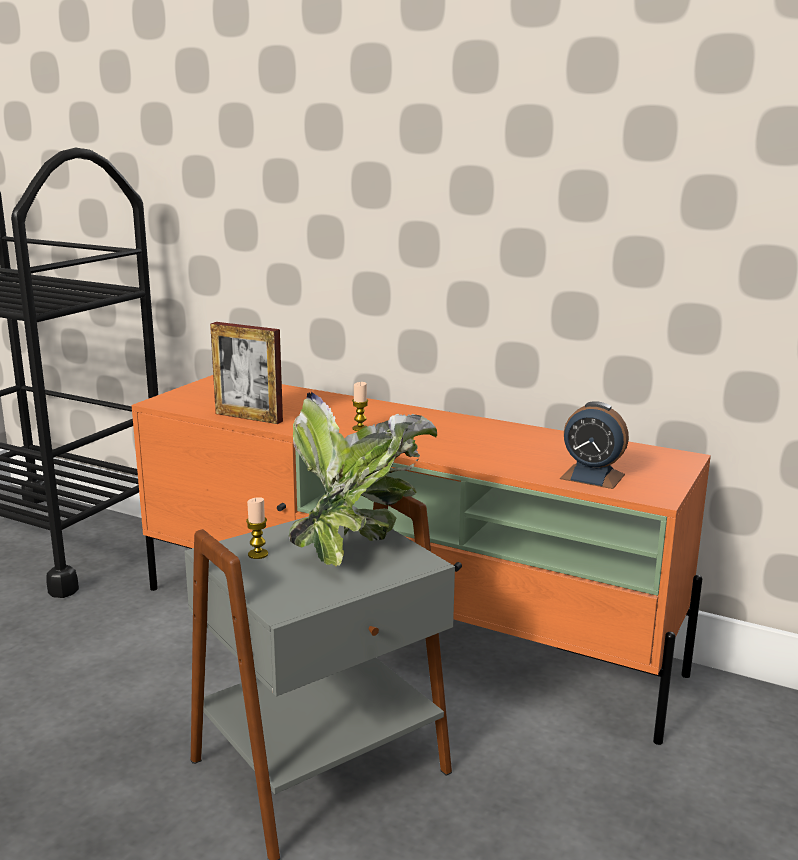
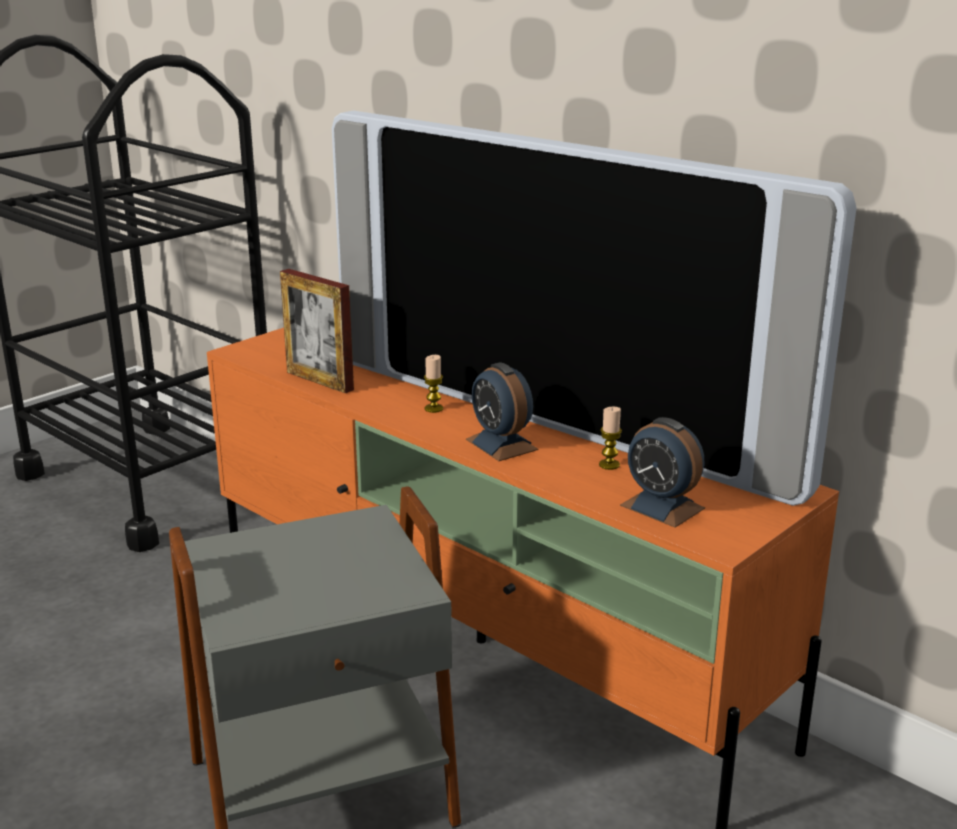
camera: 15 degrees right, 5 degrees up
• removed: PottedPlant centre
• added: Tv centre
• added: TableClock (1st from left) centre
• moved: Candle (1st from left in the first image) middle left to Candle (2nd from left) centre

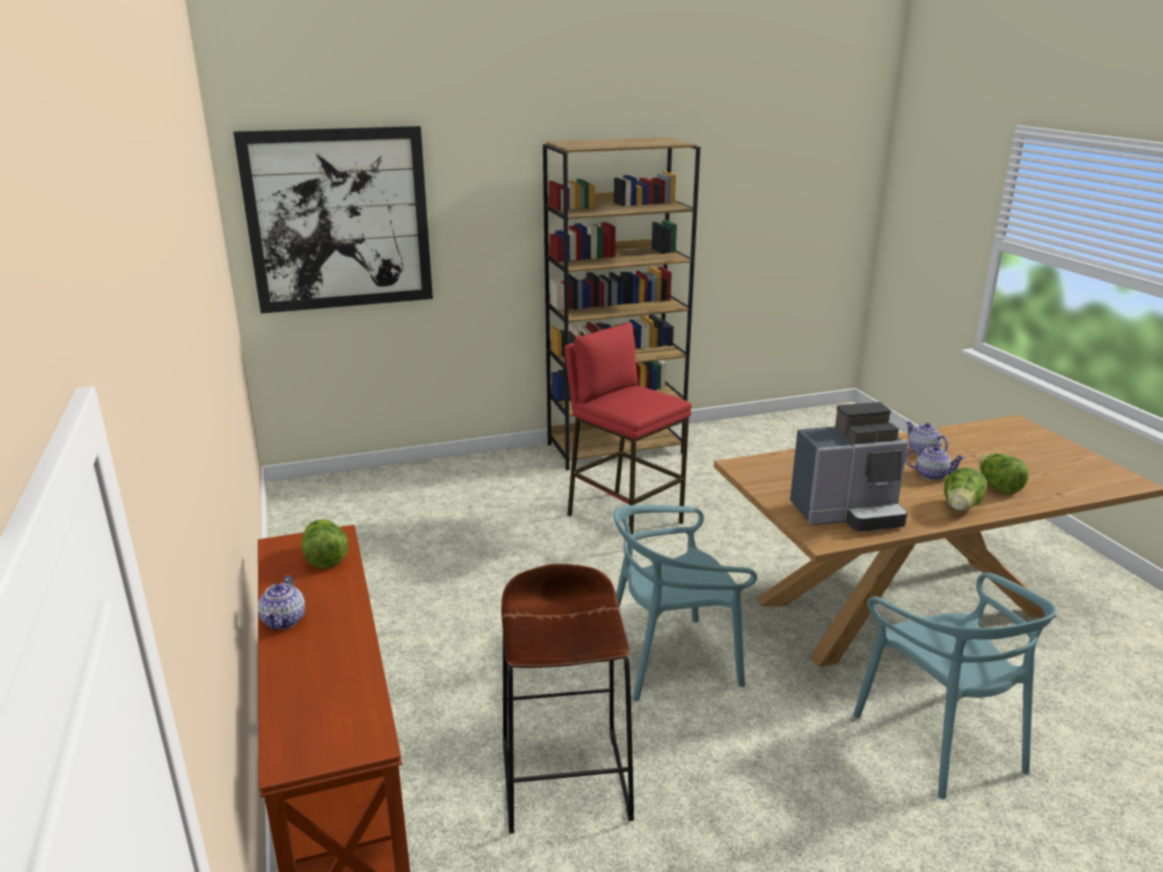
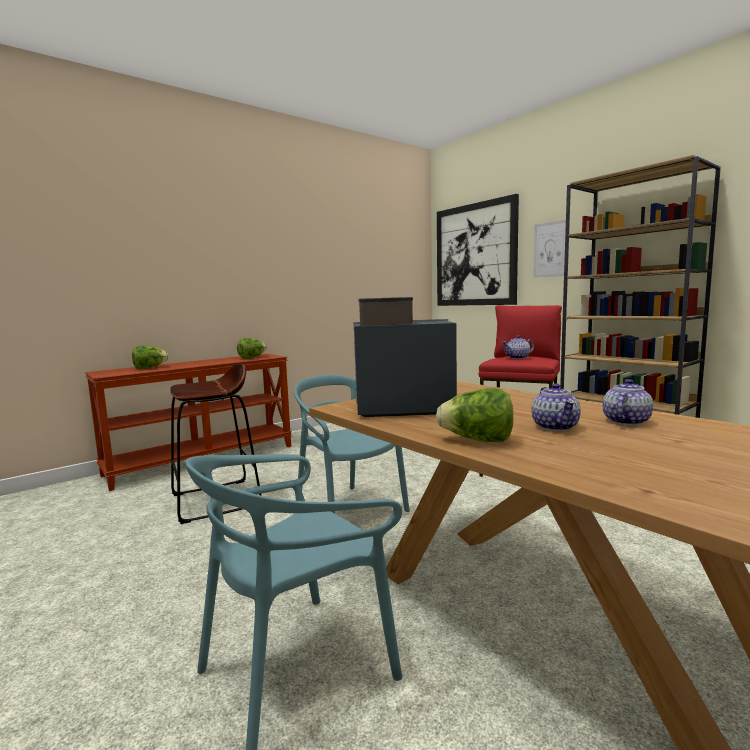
camera: 70 degrees right, 15 degrees down
• added: WallPicture (2nd from left) top right
• moved: TeaPot (1st from left) bottom left to middle right
• moved: Lettuce (3rd from left in the first image) middle right to Lettuce (1st from left) middle left
• turned: CoffeeMachine middle right = centre 120 degrees clockwise

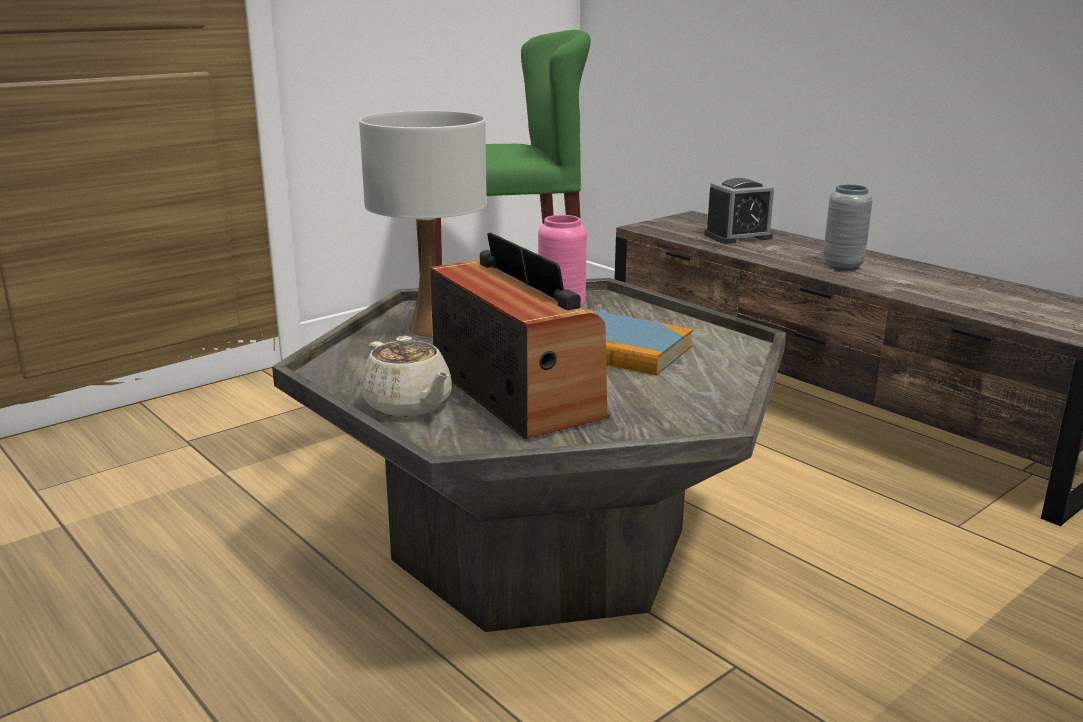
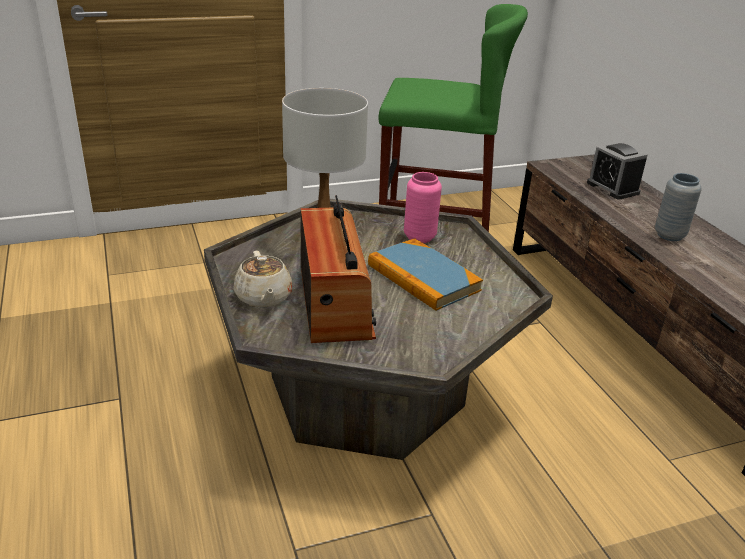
camera: 20 degrees right, 10 degrees up
• turned: TableClock top right = top right 60 degrees clockwise

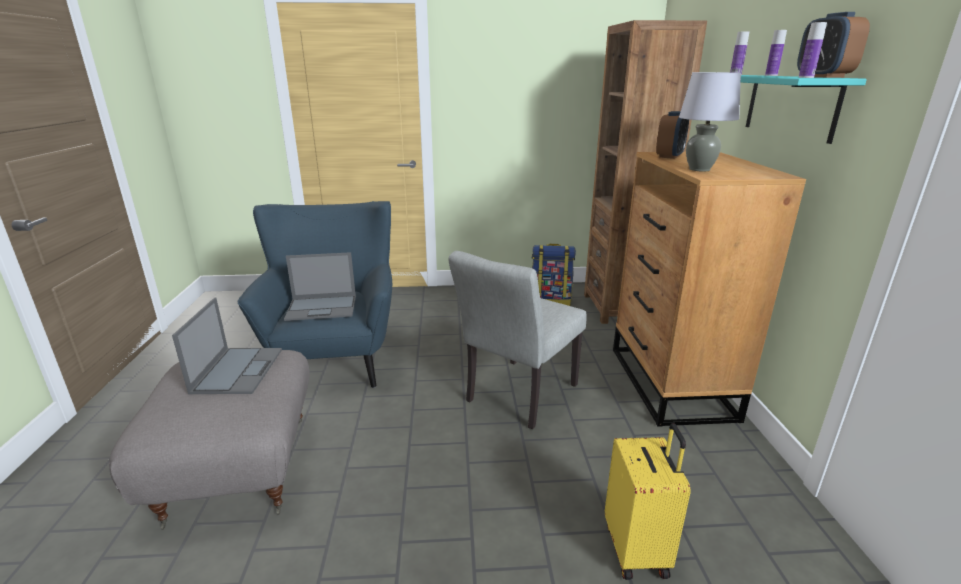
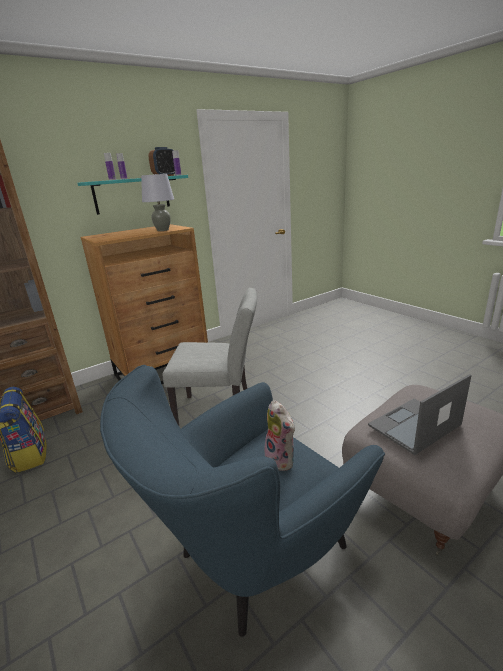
camera: 120 degrees left, 0 degrees up
• removed: YellowColouredTravelCase bottom right
• removed: TableClock (1st from left) top right
• replaced: Laptop (2nd from left) middle left to PlushToy centre

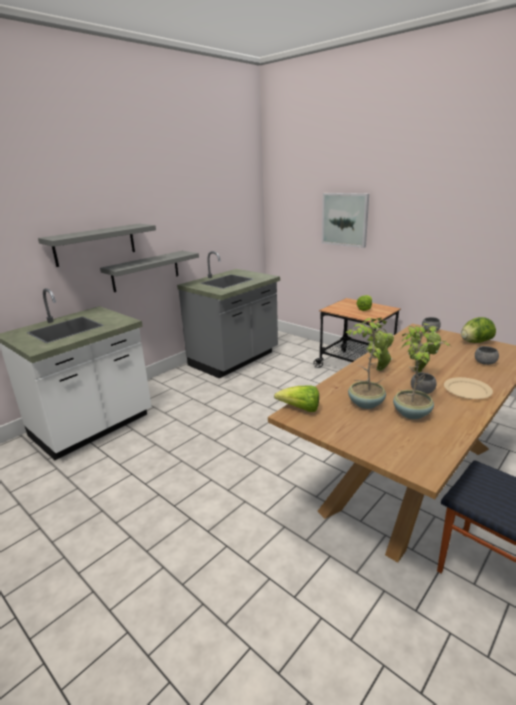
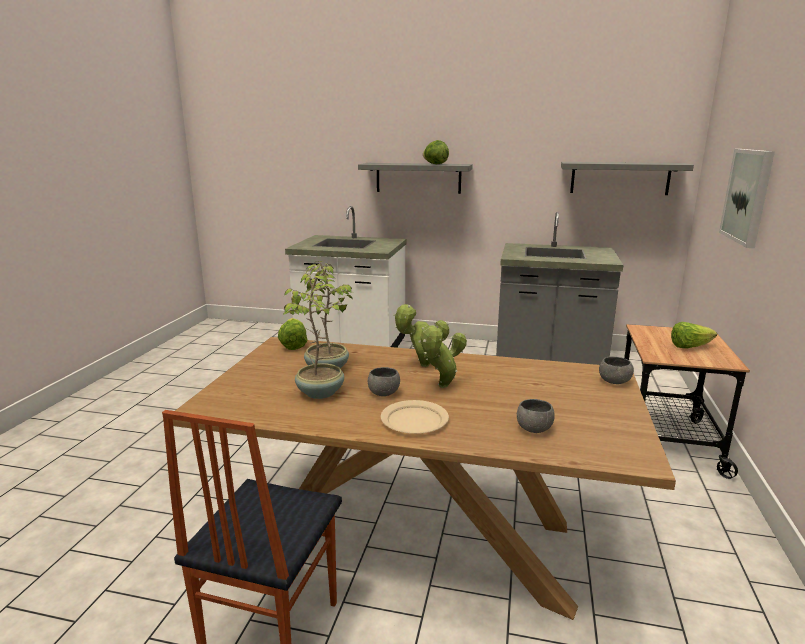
camera: 60 degrees right, 5 degrees down
• moved: GrayShelf (2nd from left) middle left to top right
• moved: Lettuce (3rd from left in the first image) middle right to Lettuce (2nd from left) top centre

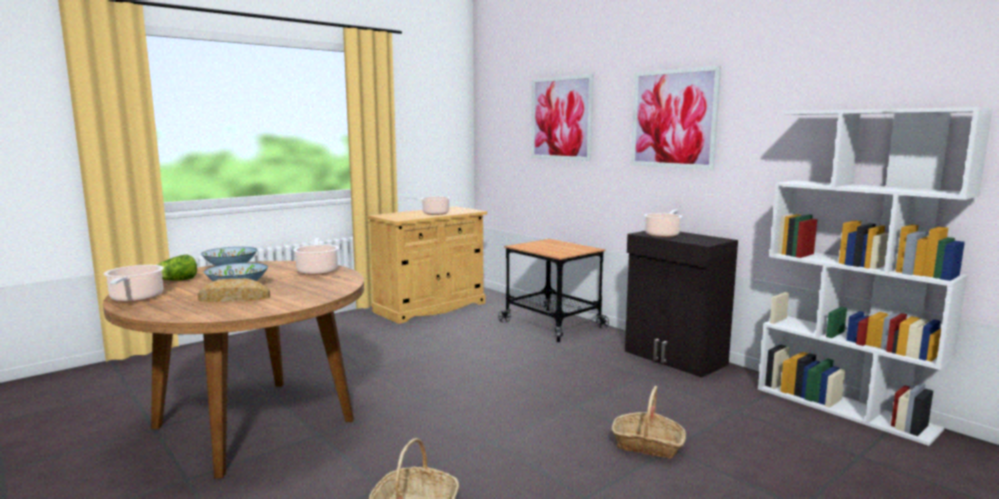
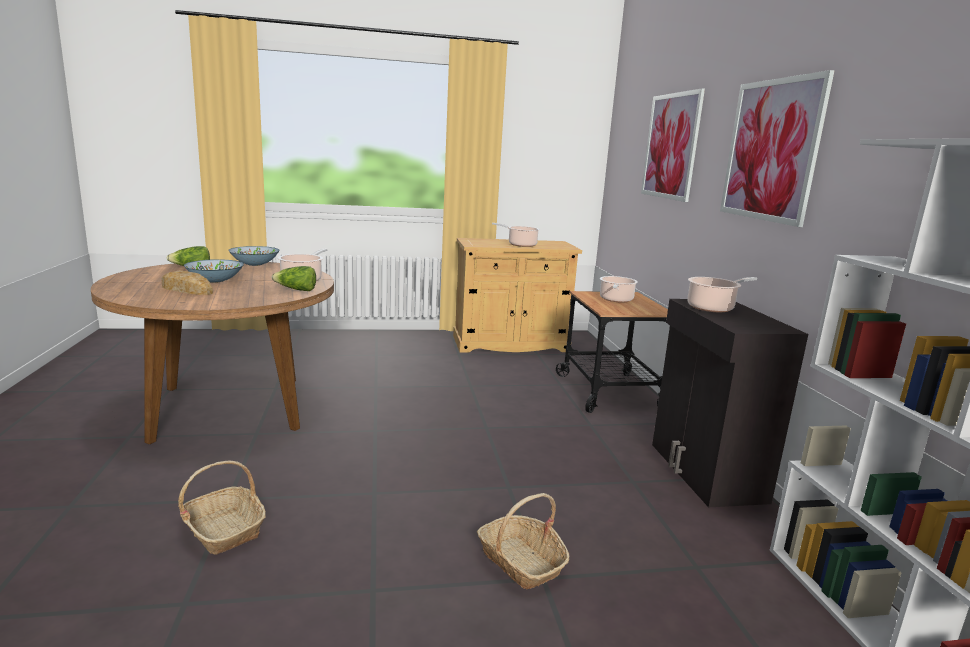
camera: 30 degrees right, 5 degrees up
• added: Lettuce (2nd from left) middle left
• moved: Stockpot (1st from left in the first image) middle left to Stockpot (3rd from left) centre

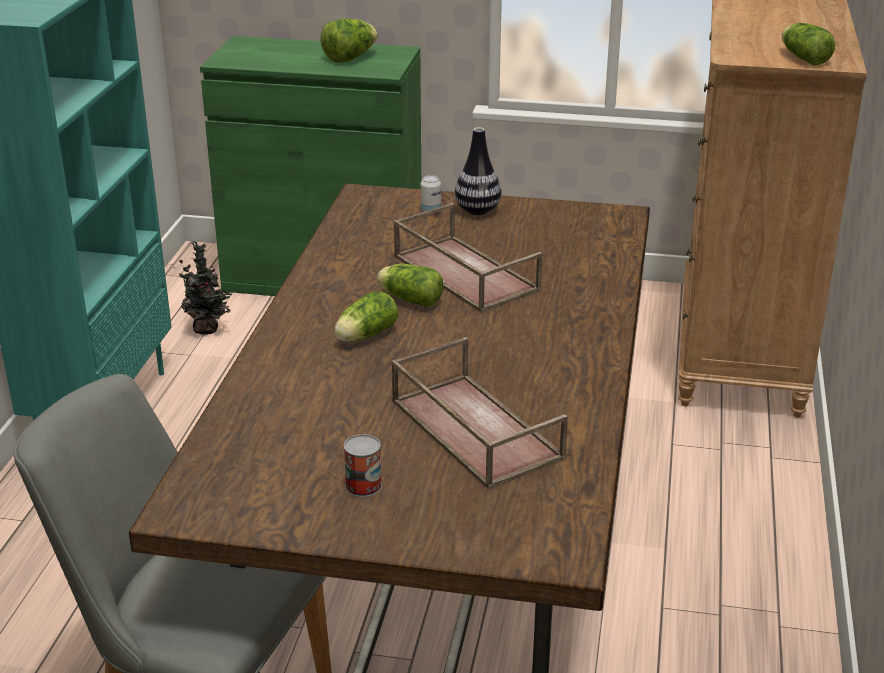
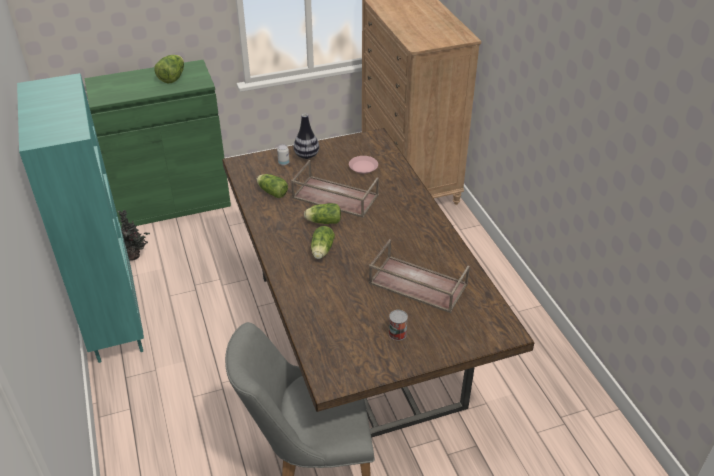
camera: 30 degrees left, 10 degrees up
• added: PinkPlate centre
• moved: Lettuce (4th from left in the first image) top right to Lettuce (2nd from left) centre

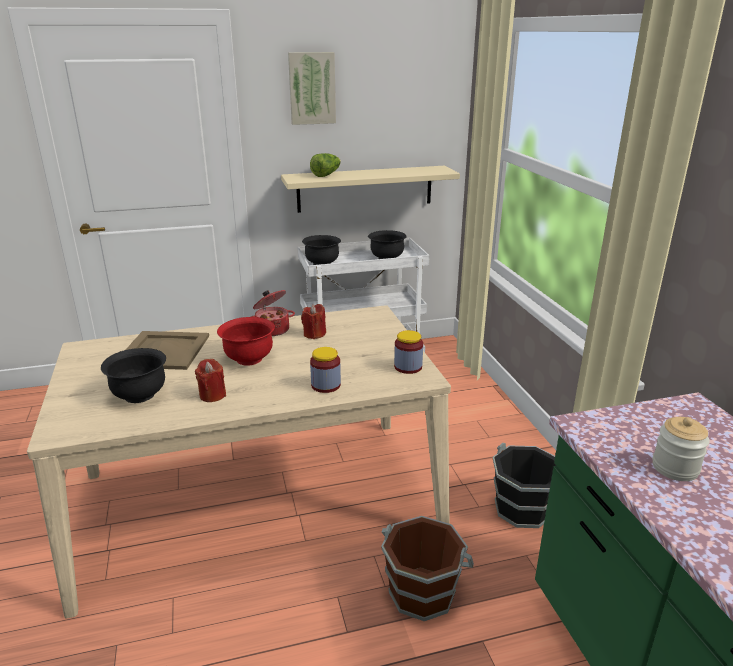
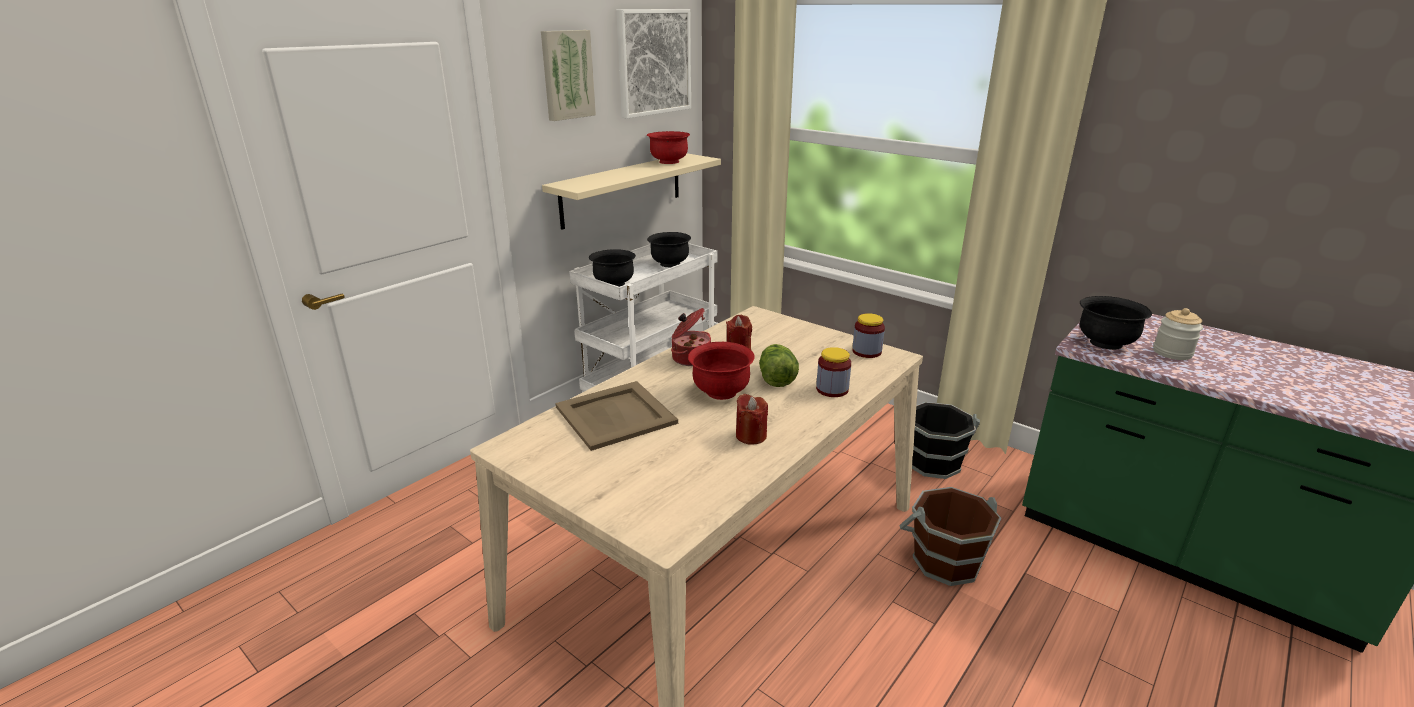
camera: 35 degrees left, 0 degrees up
• added: WallPicture (2nd from left) top centre
• added: ReddishBowl (1st from left) top centre
• moved: BlackishBowl (1st from left in the first image) middle left to BlackishBowl (3rd from left) middle right
• moved: Lettuce top centre to centre

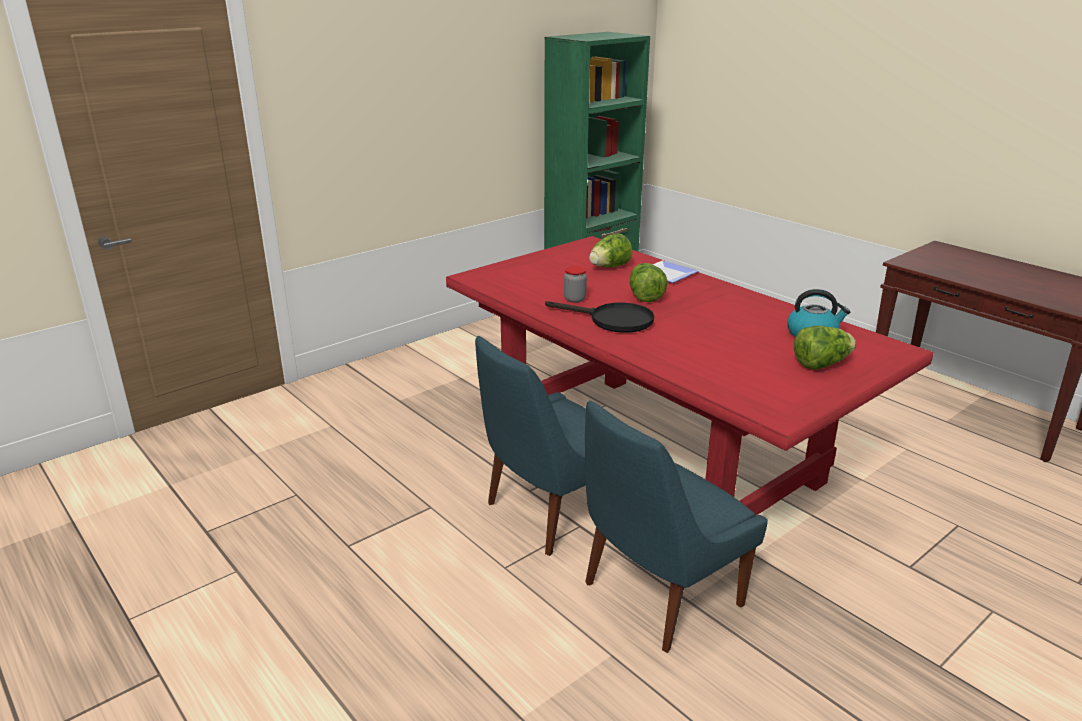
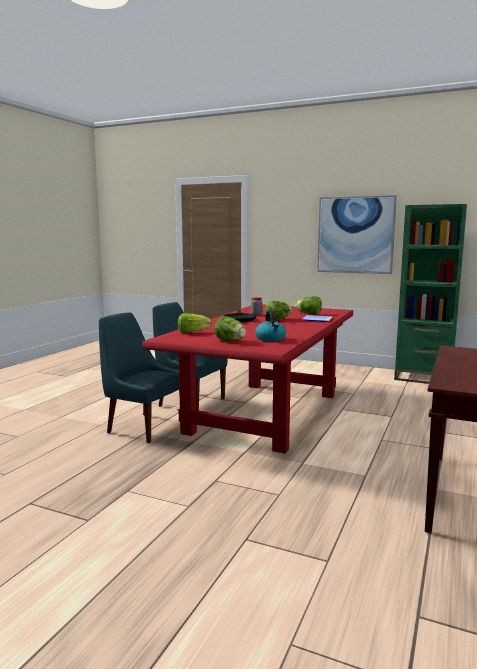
camera: 65 degrees right, 15 degrees down
• added: Lettuce (1st from left) centre
• added: WallPicture middle right

